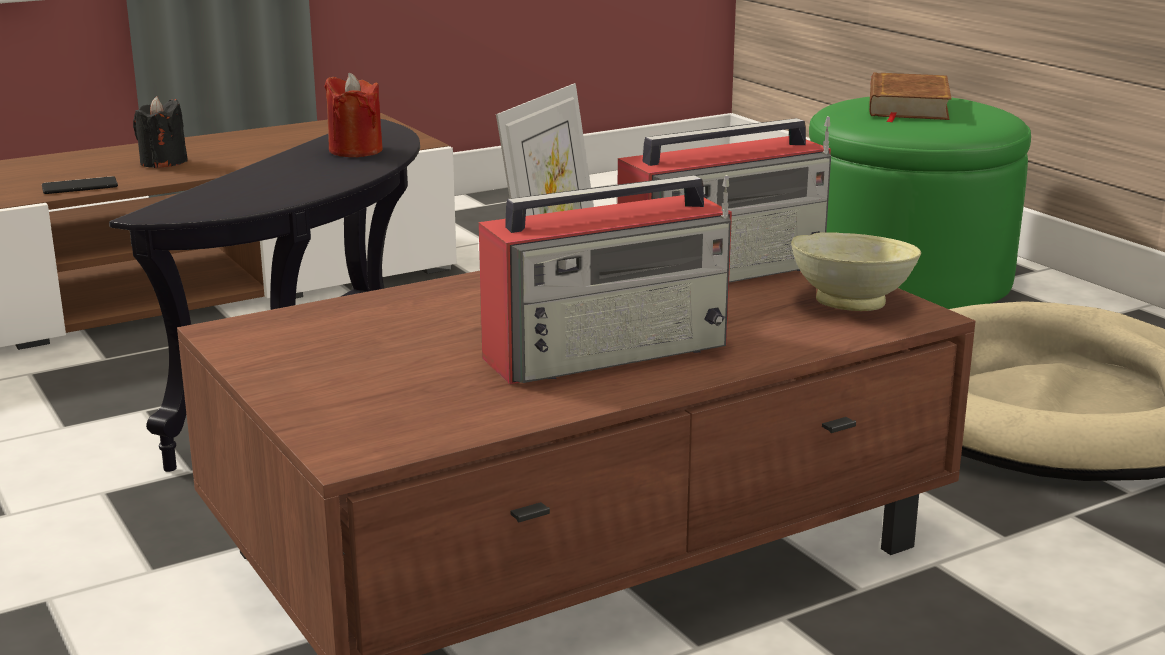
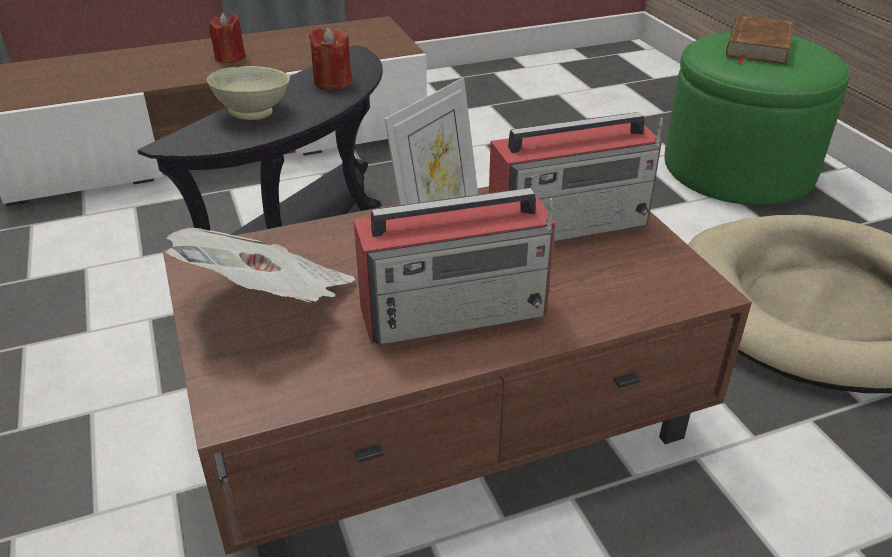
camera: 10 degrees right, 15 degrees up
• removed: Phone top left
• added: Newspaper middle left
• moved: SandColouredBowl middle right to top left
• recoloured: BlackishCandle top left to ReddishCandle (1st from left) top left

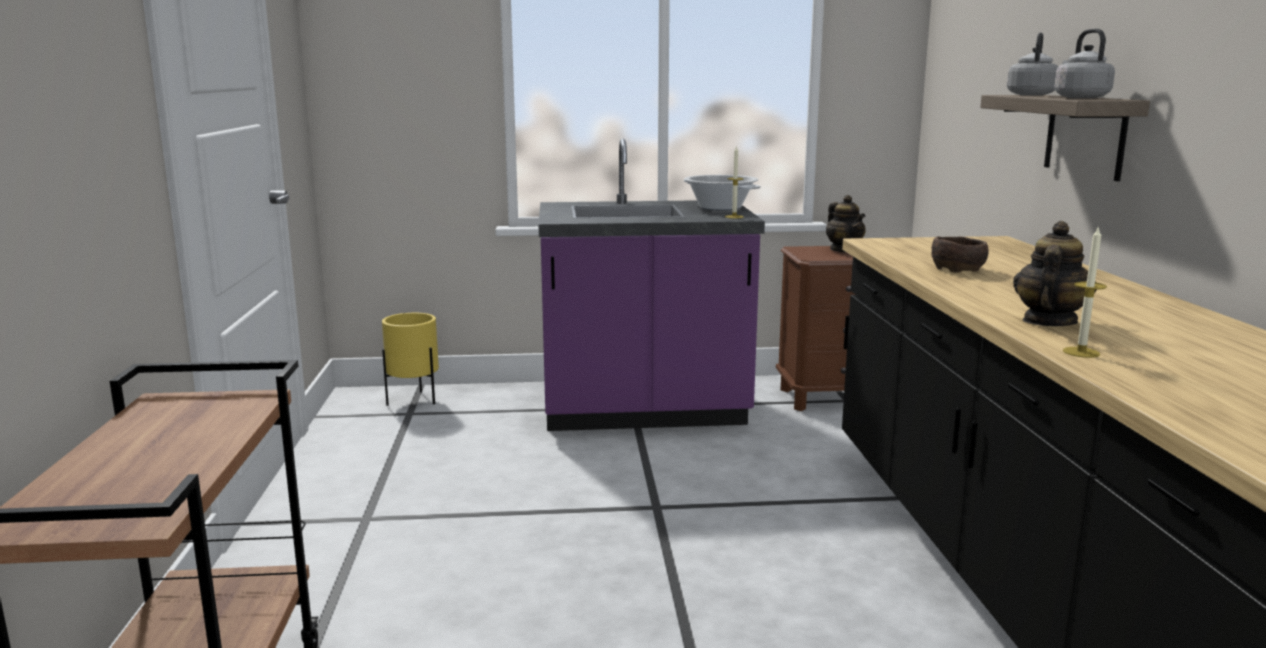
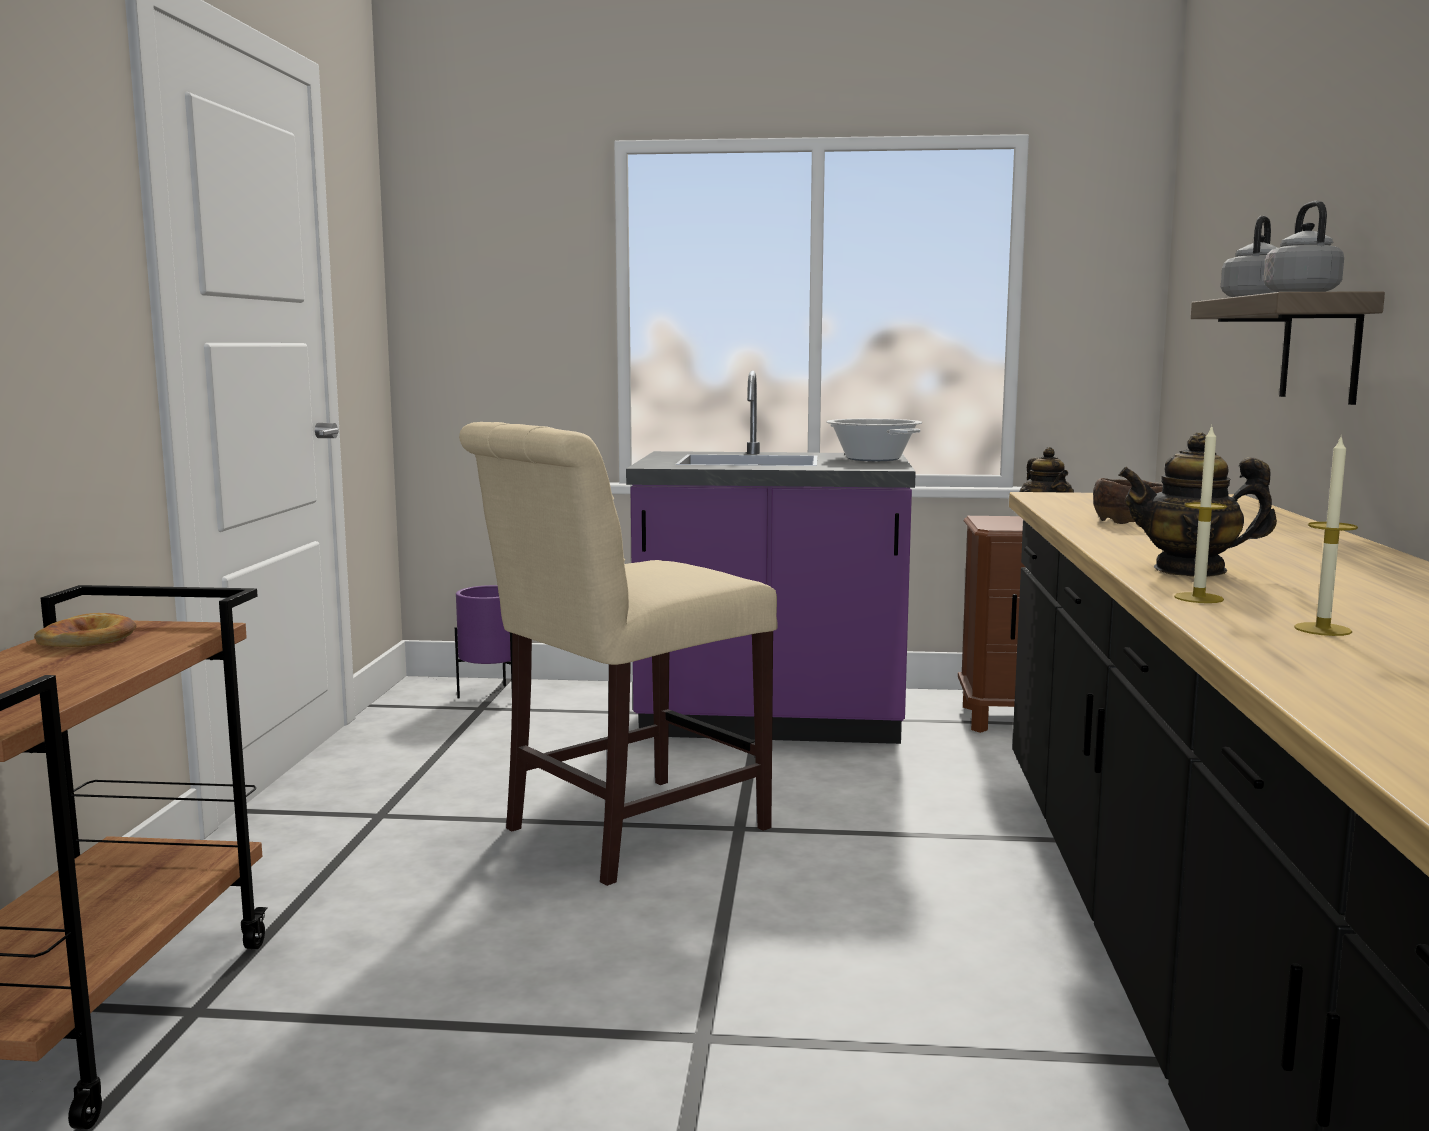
camera: 10 degrees right, 5 degrees down
• added: Bread middle left
• added: SandColouredChair centre
• moved: Candle (1st from left in the first image) top centre to Candle (2nd from left) middle right
• recoloured: YellowColouredFlowerPot middle left to PurplishFlowerPot centre
• turned: TeaPot (2nd from left) middle right = middle right 120 degrees counterclockwise

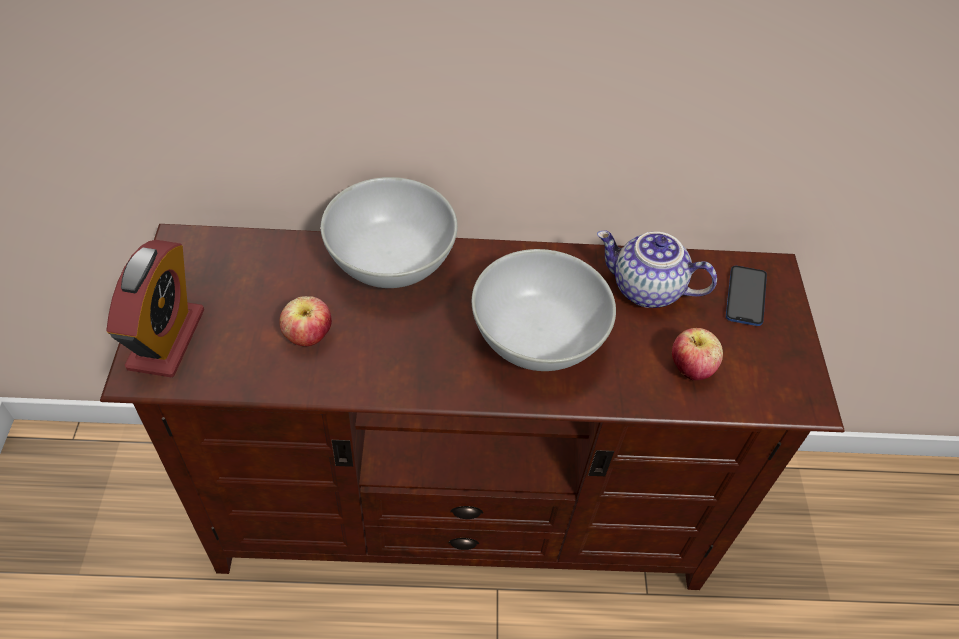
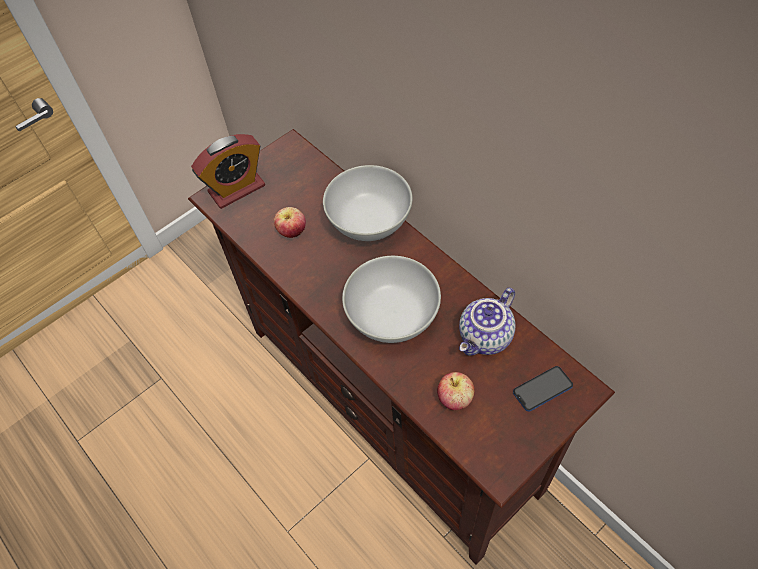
camera: 55 degrees right, 5 degrees up
• turned: TeaPot middle right = centre 120 degrees counterclockwise

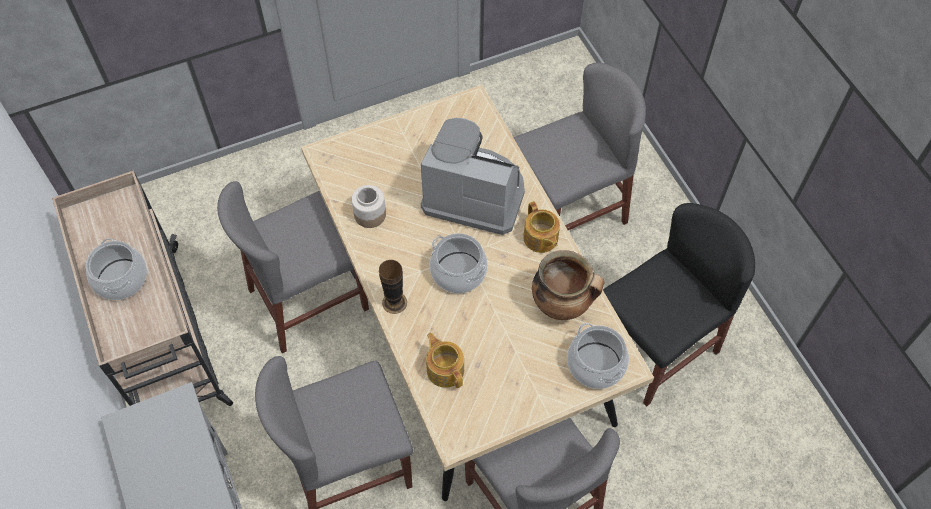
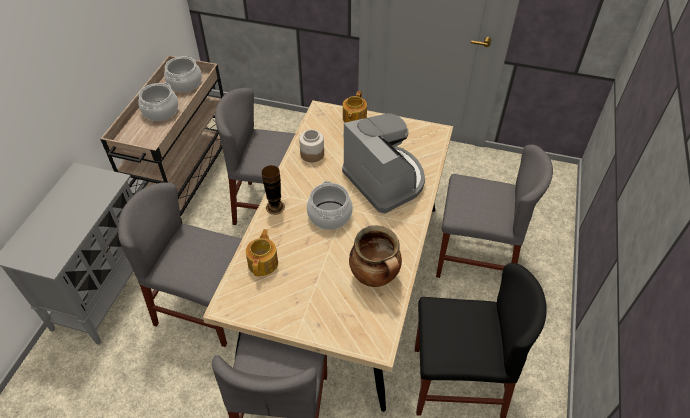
camera: 40 degrees right, 10 degrees down
• moved: TeaPot (2nd from left) centre to top centre
• moved: Stockpot (4th from left in the first image) bottom centre to Stockpot (2nd from left) top left

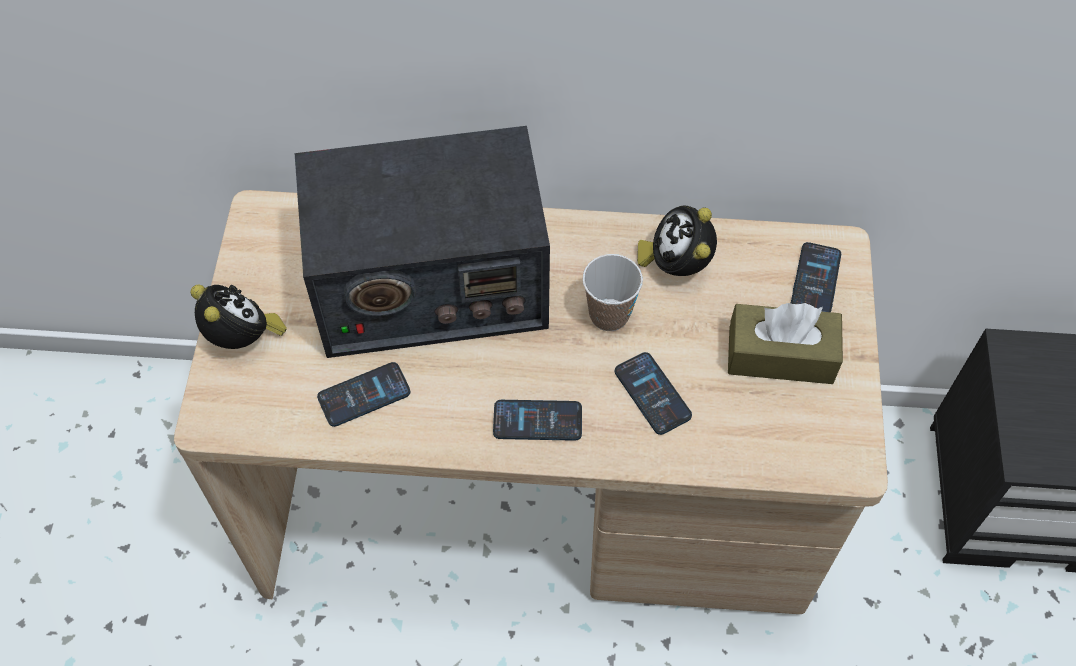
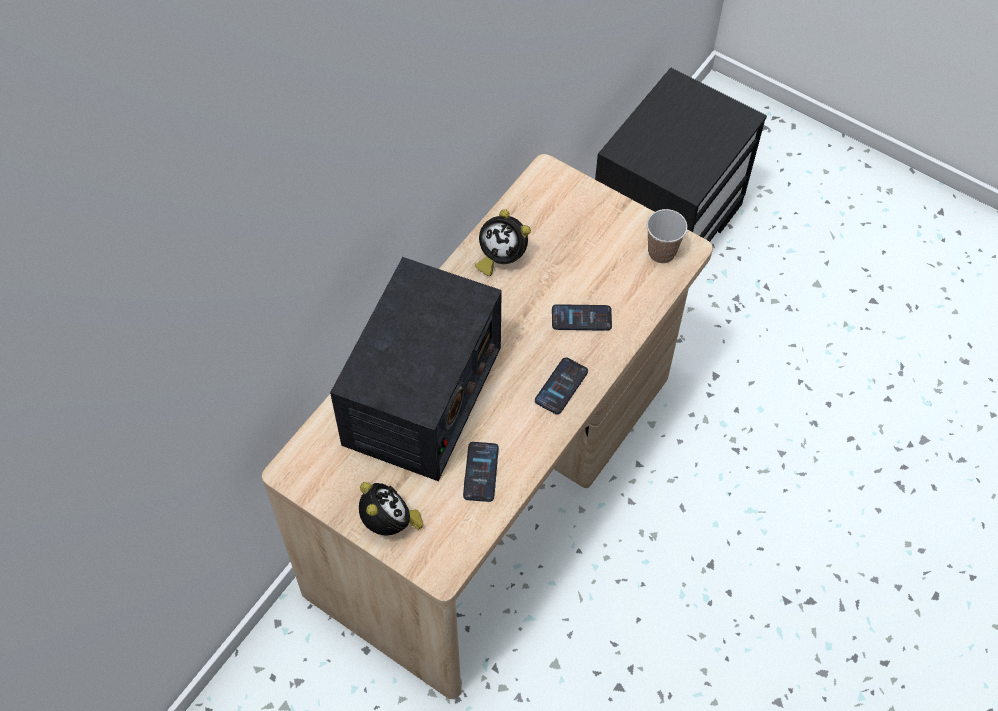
camera: 60 degrees left, 0 degrees up
• removed: BrownColouredTissueBox middle right
• removed: Phone (4th from left) middle right
• moved: DrinkingCup centre to top right
• turned: TableClock (1st from left) middle left = bottom centre 75 degrees clockwise

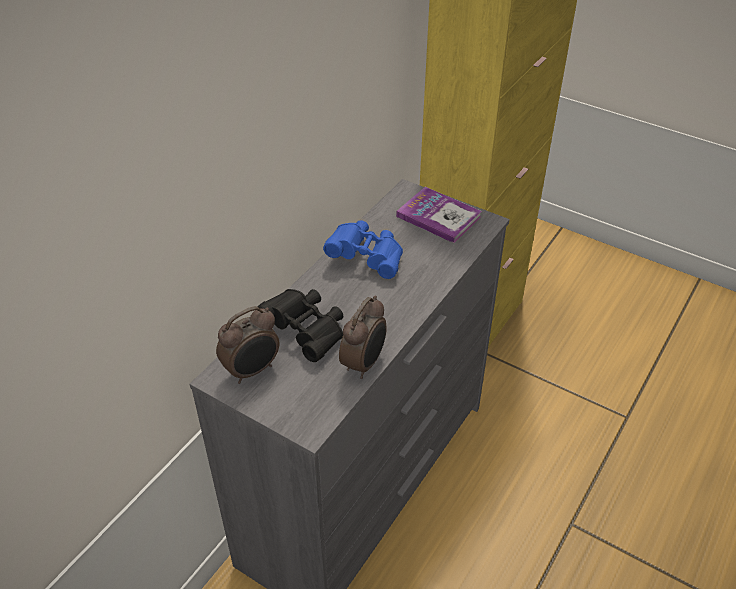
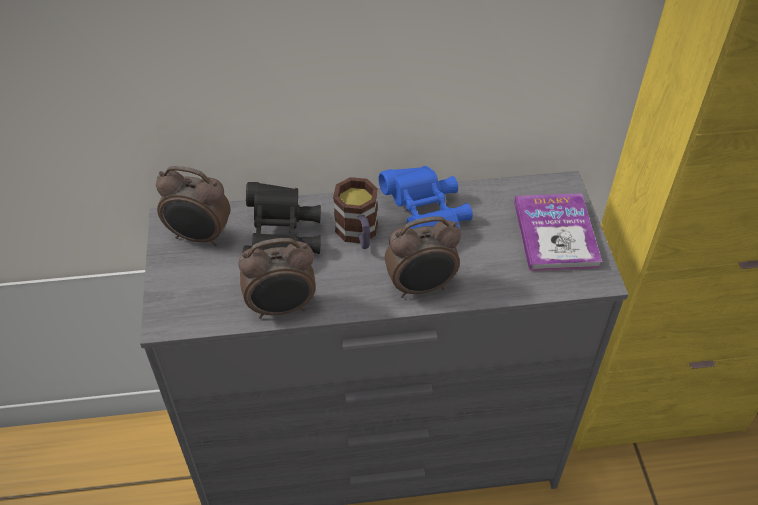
camera: 50 degrees right, 5 degrees up
• added: CoffeeMug centre
• added: TableClock (3rd from left) centre

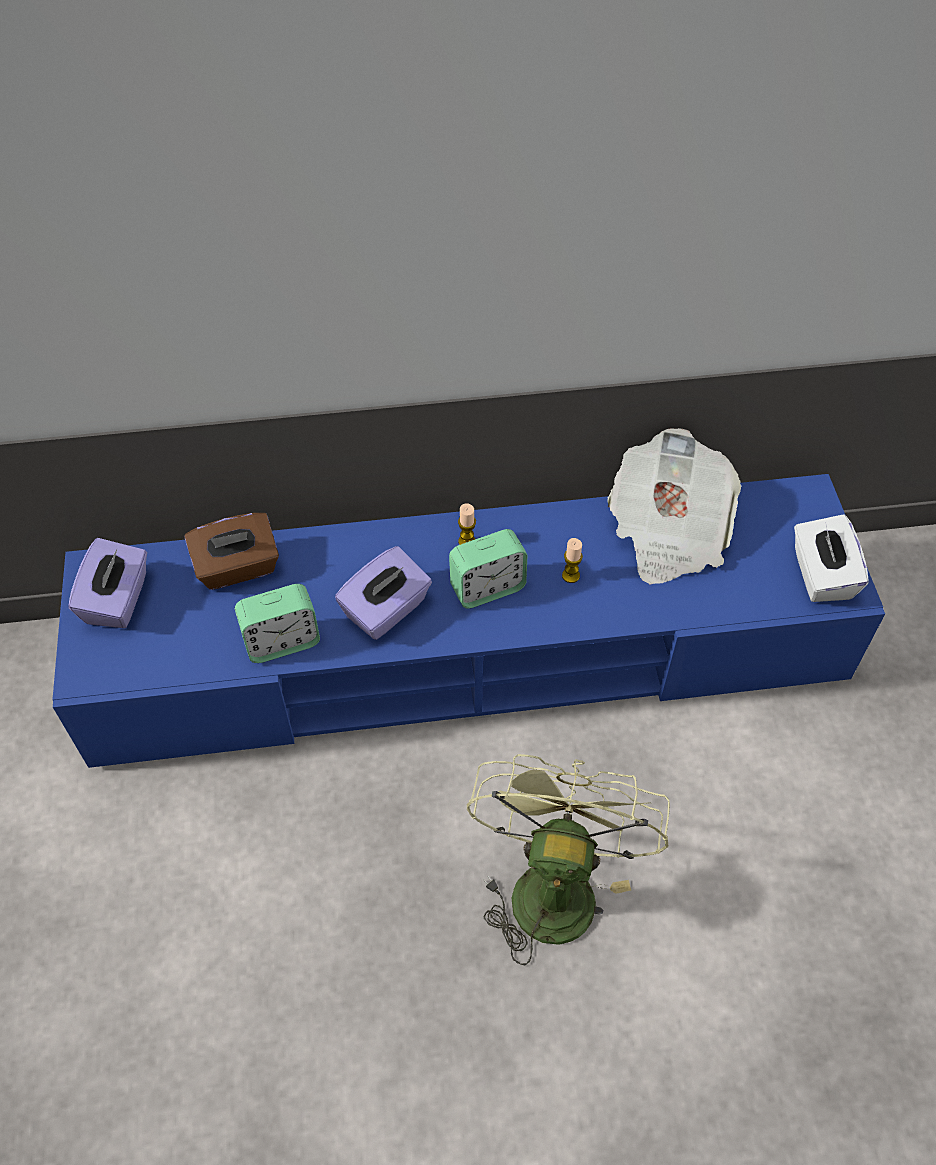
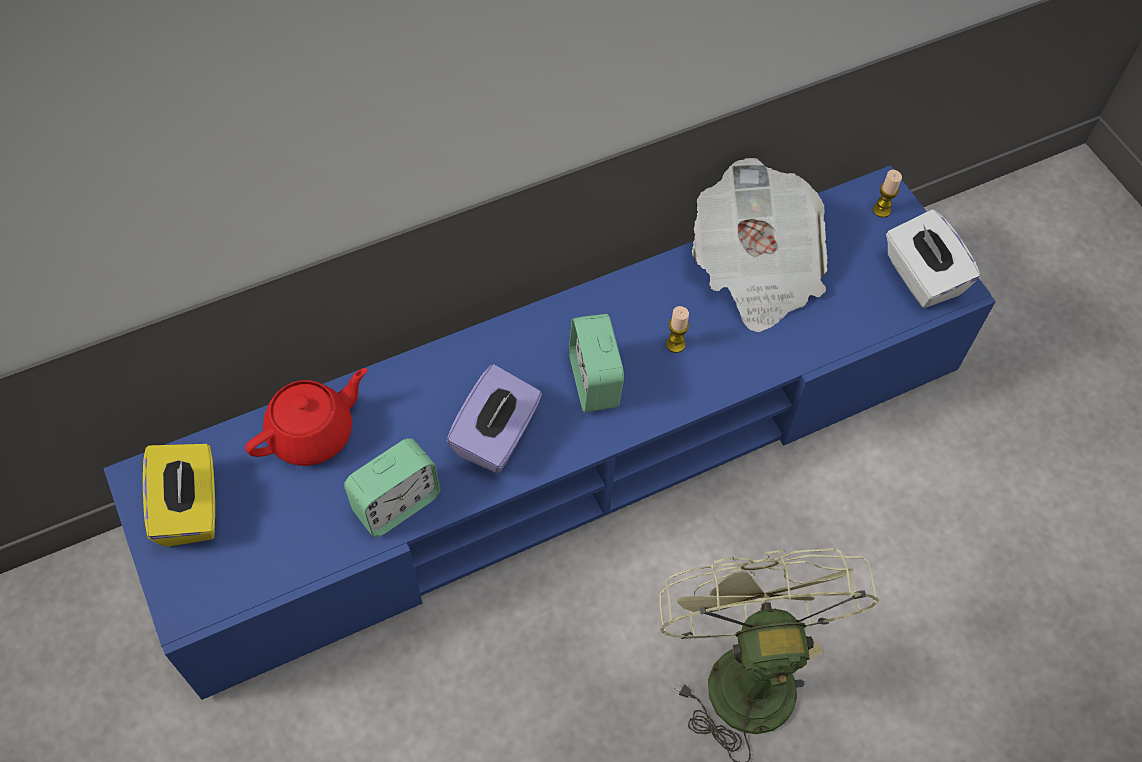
camera: 20 degrees left, 5 degrees up
• moved: Candle (1st from left in the first image) centre to Candle (2nd from left) top right
• replaced: BrownColouredTissueBox middle left to ReddishTeaPot middle left
• recoloured: PurplishTissueBox (1st from left) middle left to YellowColouredTissueBox middle left
• turned: TableClock (2nd from left) centre = centre 120 degrees clockwise

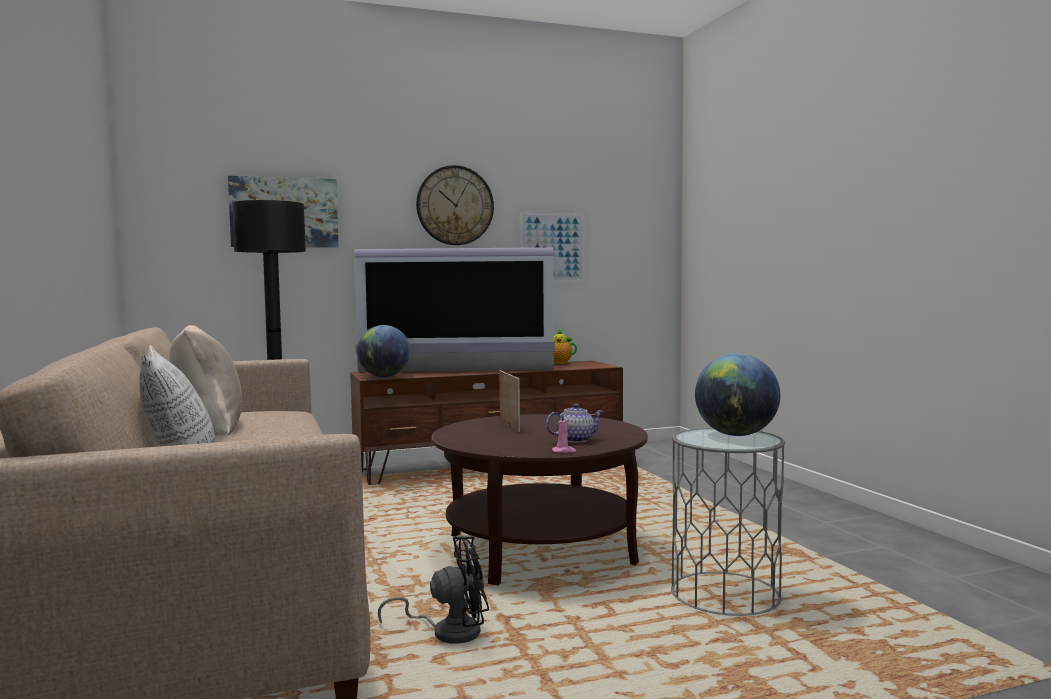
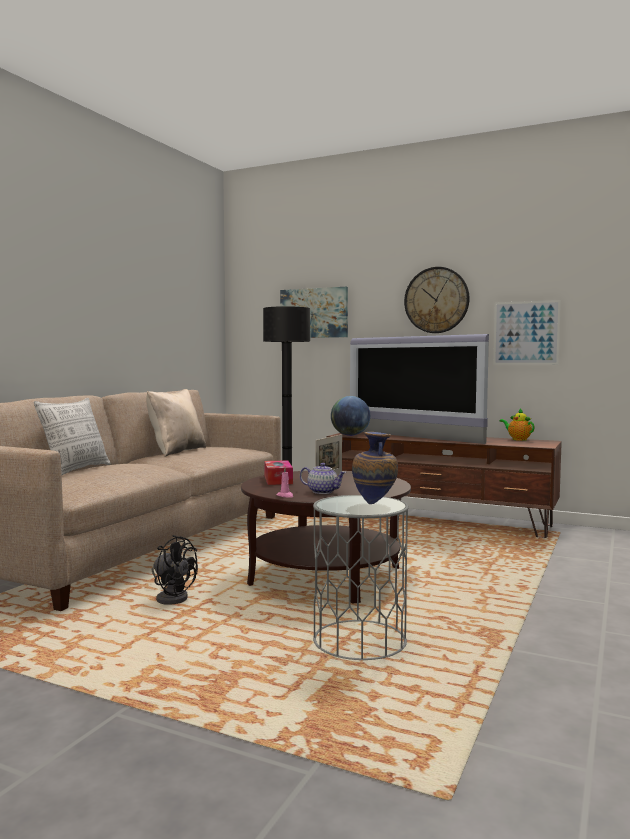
camera: 45 degrees right, 0 degrees up
• added: TissueBox centre
• replaced: Globe (2nd from left) middle right to DecorativeVase centre

